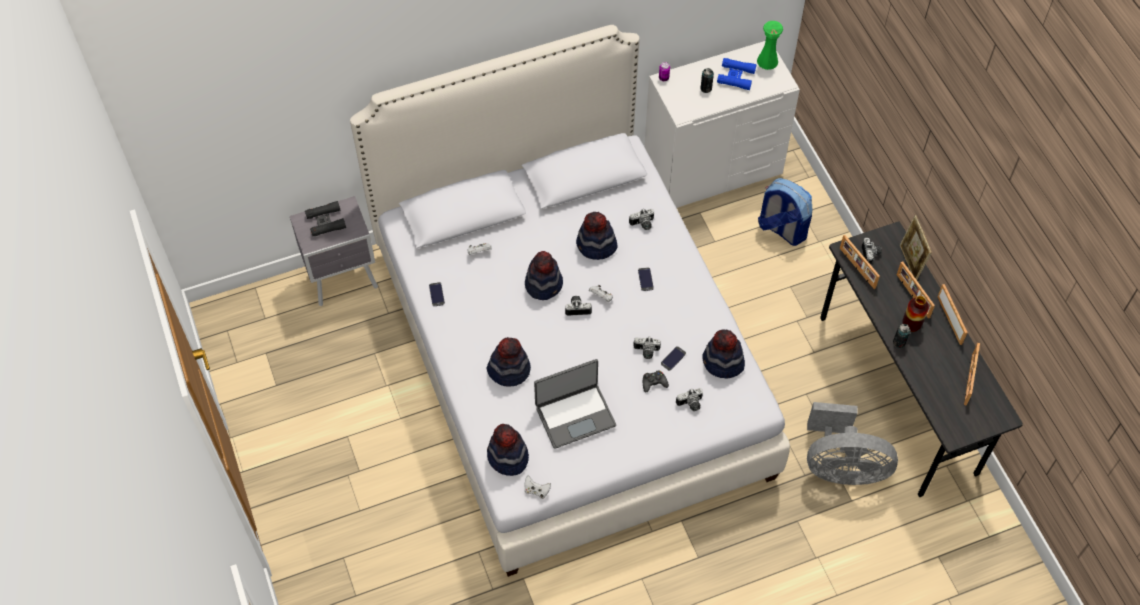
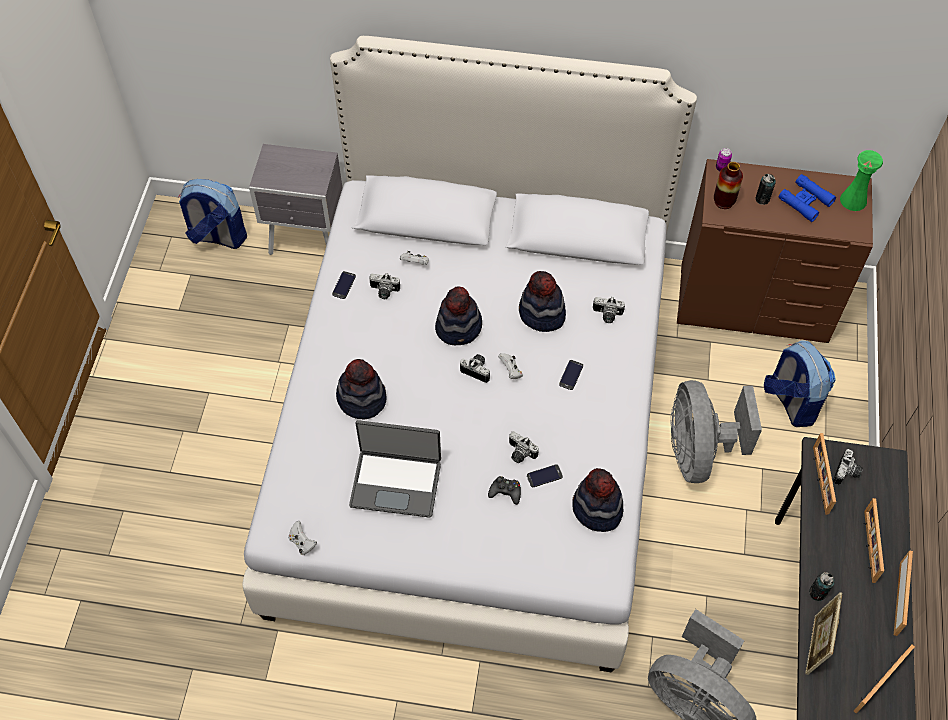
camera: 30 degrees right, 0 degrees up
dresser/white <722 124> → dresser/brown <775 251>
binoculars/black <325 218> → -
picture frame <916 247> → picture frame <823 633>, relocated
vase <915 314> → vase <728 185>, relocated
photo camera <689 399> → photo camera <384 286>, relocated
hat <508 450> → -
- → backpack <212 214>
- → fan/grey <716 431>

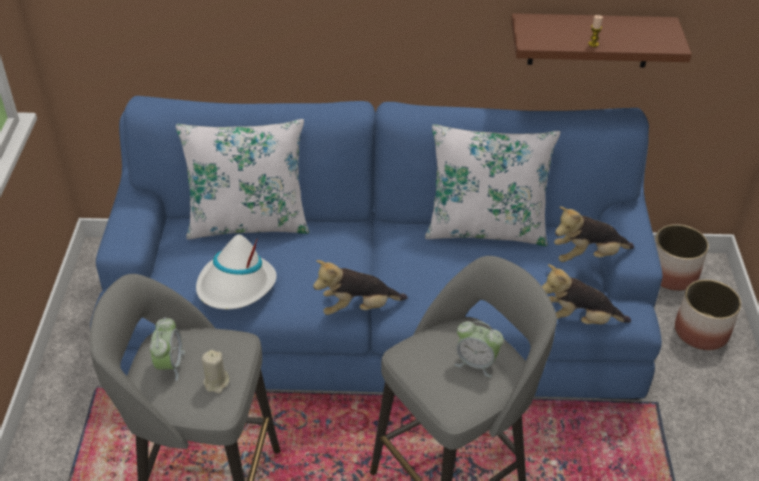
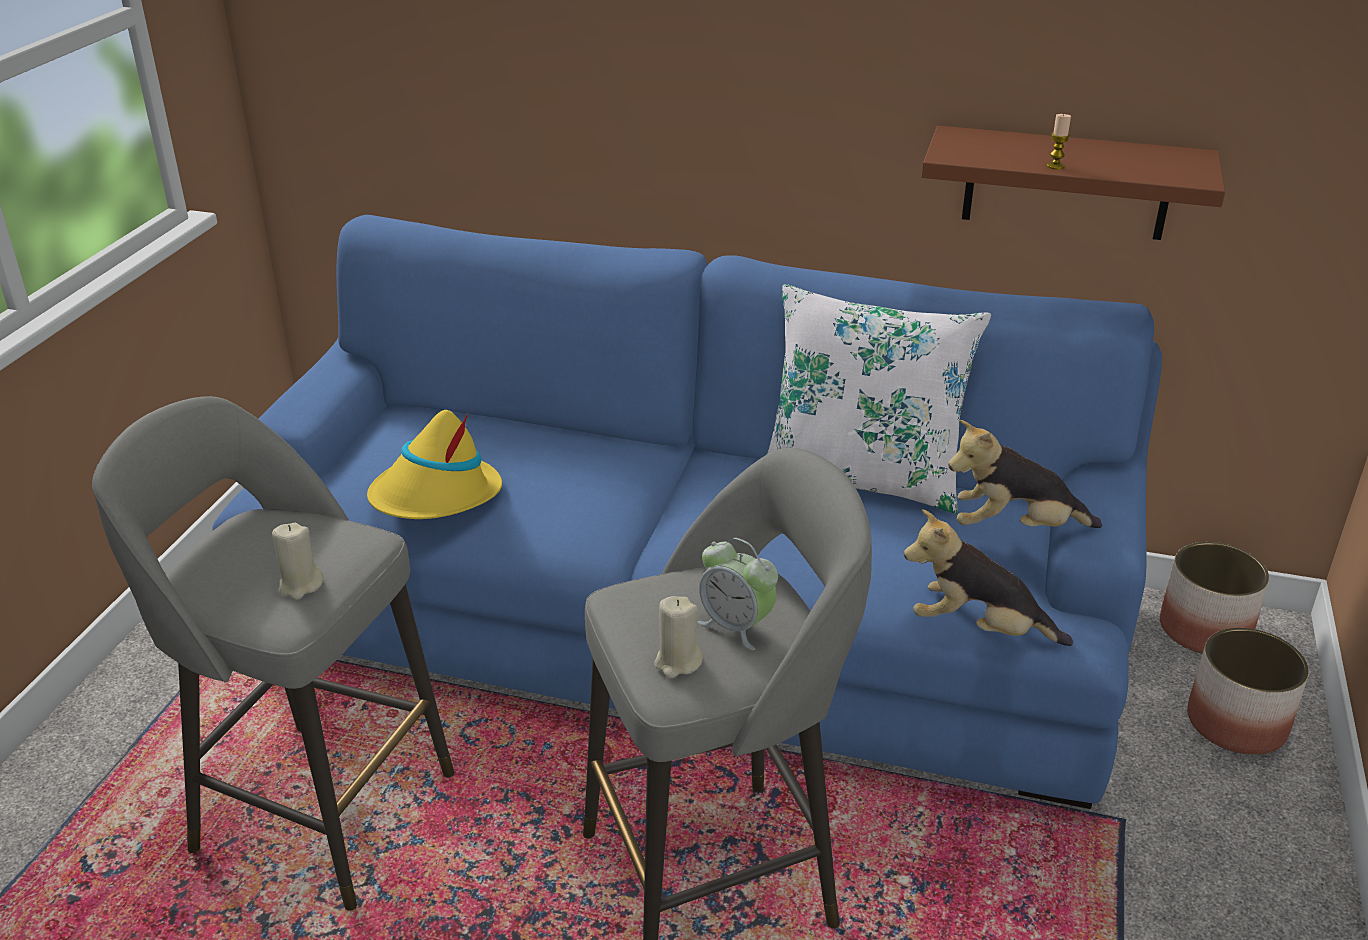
camera: 15 degrees right, 10 degrees down
pillow/white <242 179> → -
hat/white <236 272> → hat/yellow <434 464>
plush toy <360 287> → -
alarm clock <167 349> → -
- → candle/beige <678 637>

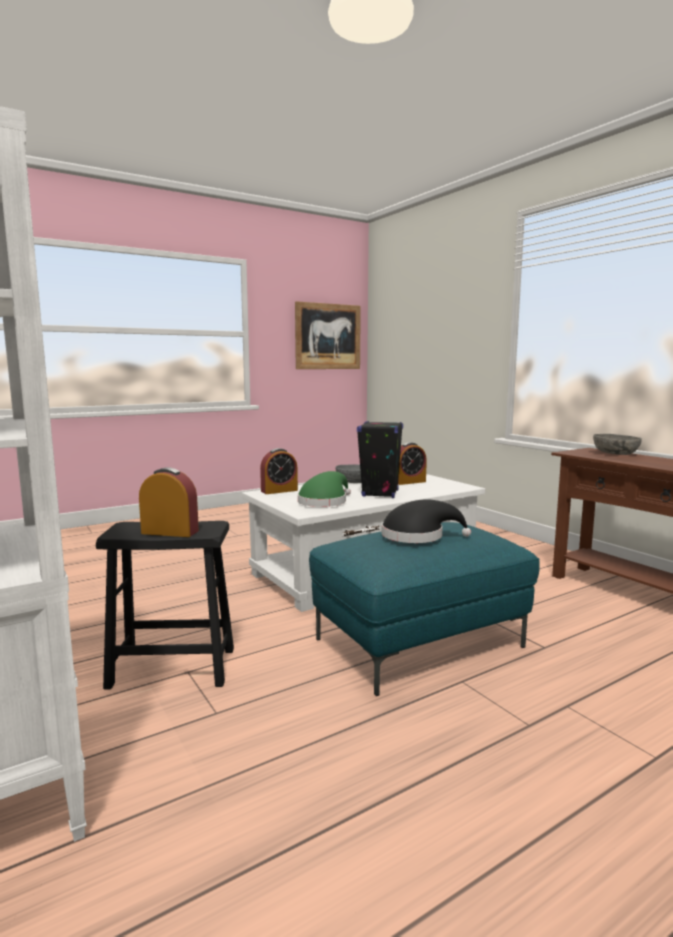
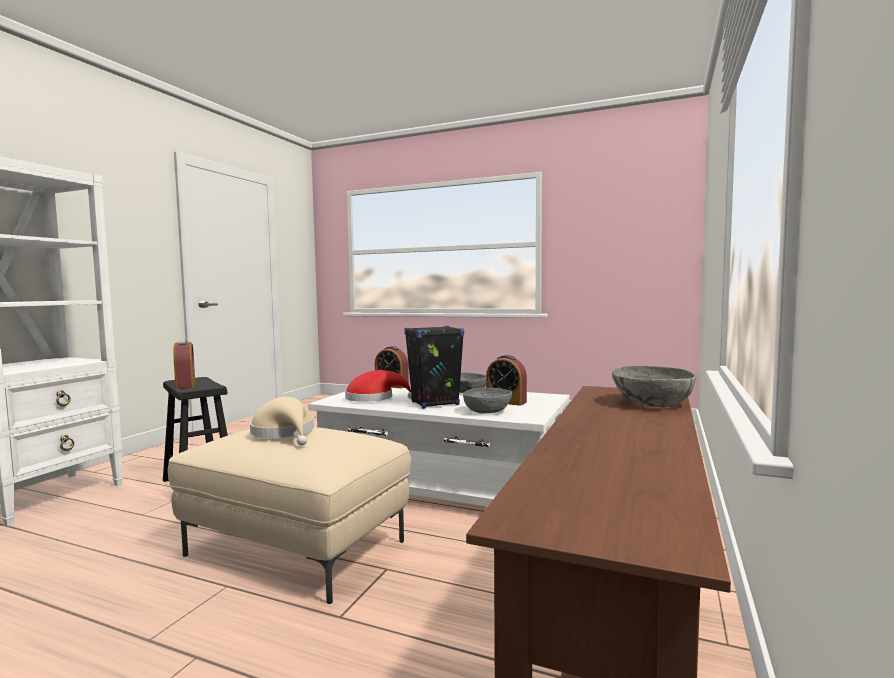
camera: 55 degrees right, 5 degrees down
picture <328 335> → -
hat/green <324 489> → hat/red <378 386>
hat/black <426 521> → hat/beige <282 421>
ottoman/turquoise <424 609> → ottoman/beige <289 515>
- → bowl/grey <487 400>

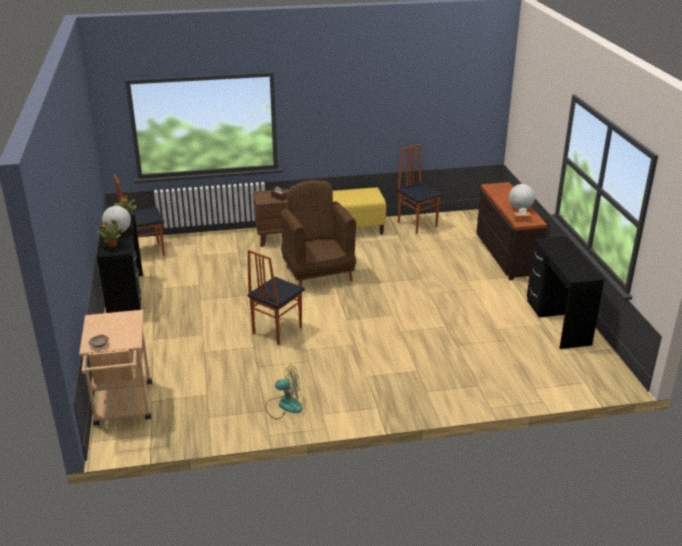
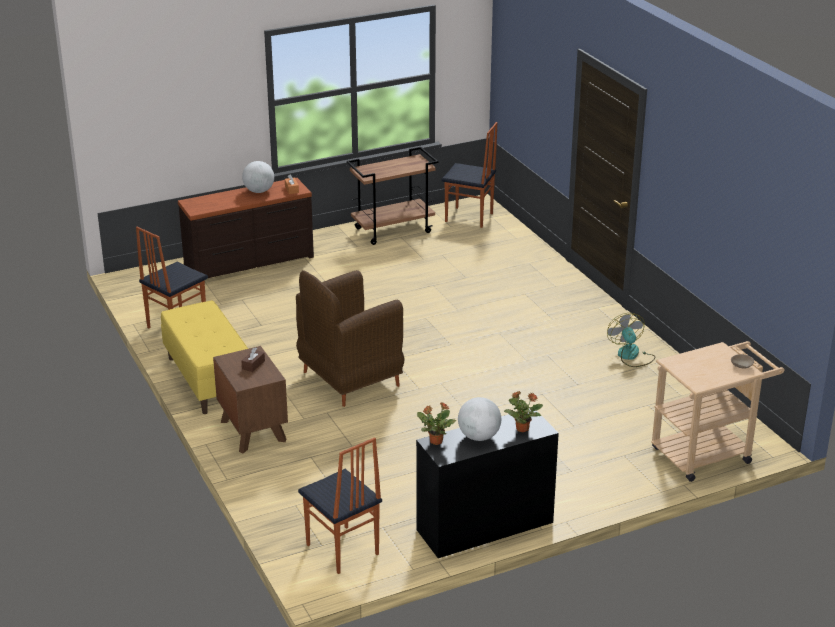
camera: 105 degrees left, 0 degrees up
desk/black <565 292> → cart/brown <392 196>
chair <276 297> → chair <469 175>, relocated

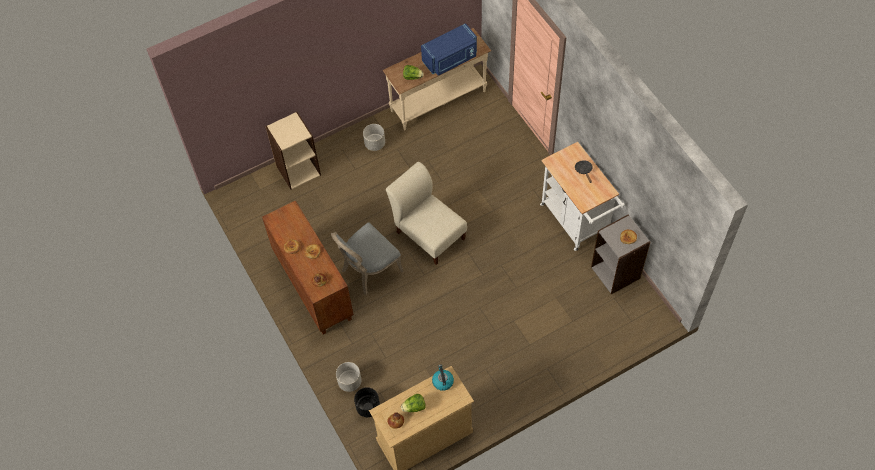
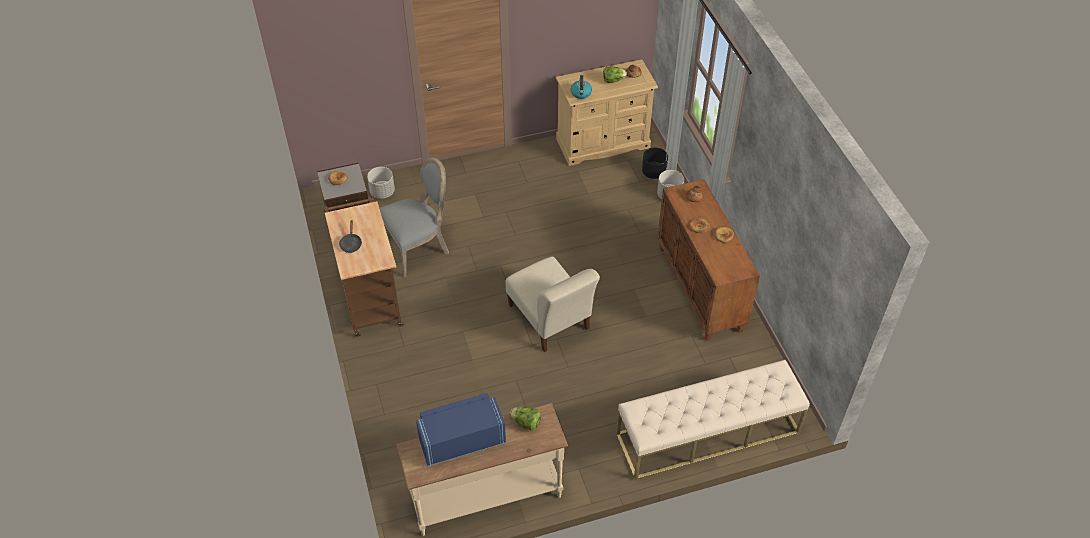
camera: 170 degrees left, 10 degrees down
bookcase/beige <293 151> → bench/beige <713 420>
planter/grey <374 137> → planter/grey <381 183>, relocated
cart/white <582 196> → cart/brown <363 266>
chair/grey <367 258> → chair/grey <414 217>, relocated

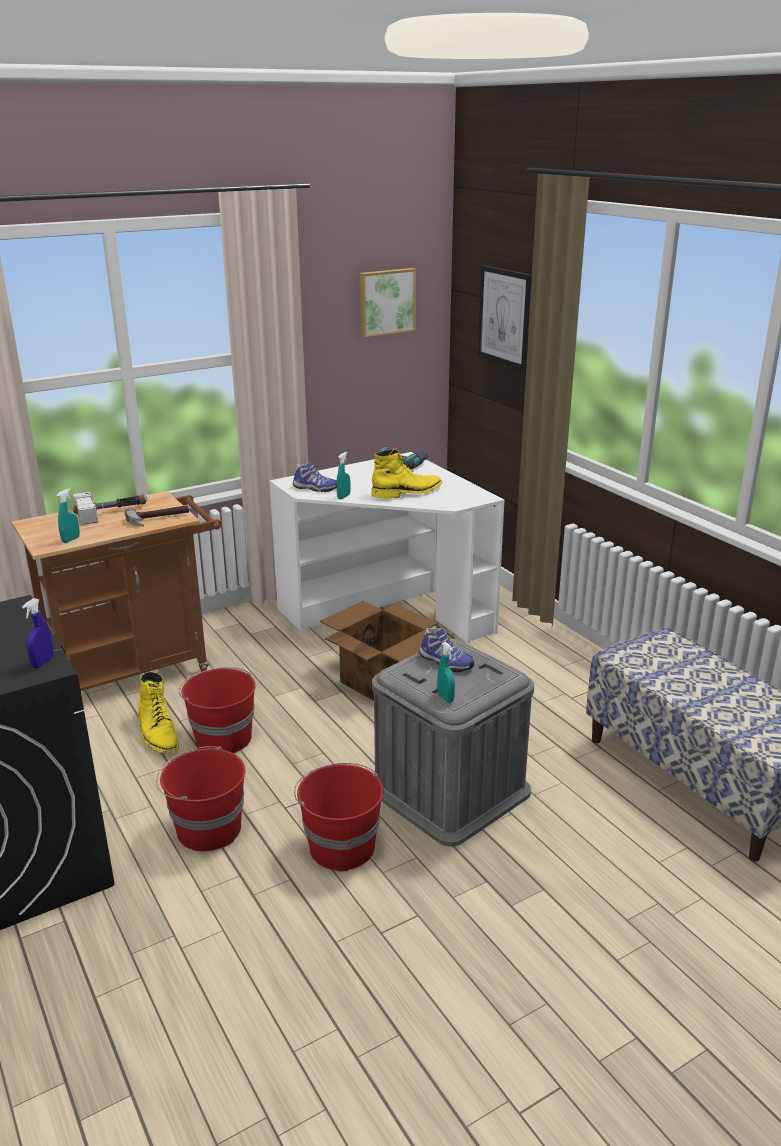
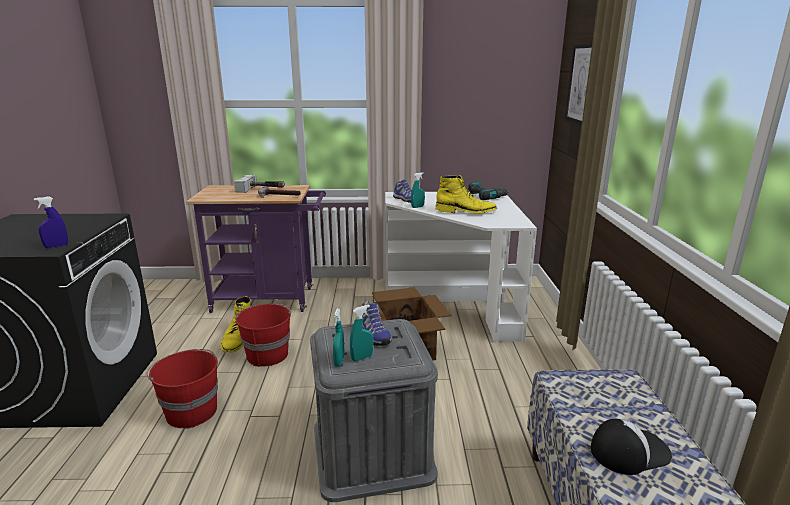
camera: 30 degrees right, 5 degrees down
picture <388 302> → -
spray bottle/turquoise <68 515> → spray bottle/turquoise <361 333>, relocated
cart/brown <116 591> → cart/purple <256 249>
bucket/red <338 817> → -
- → cap <631 447>

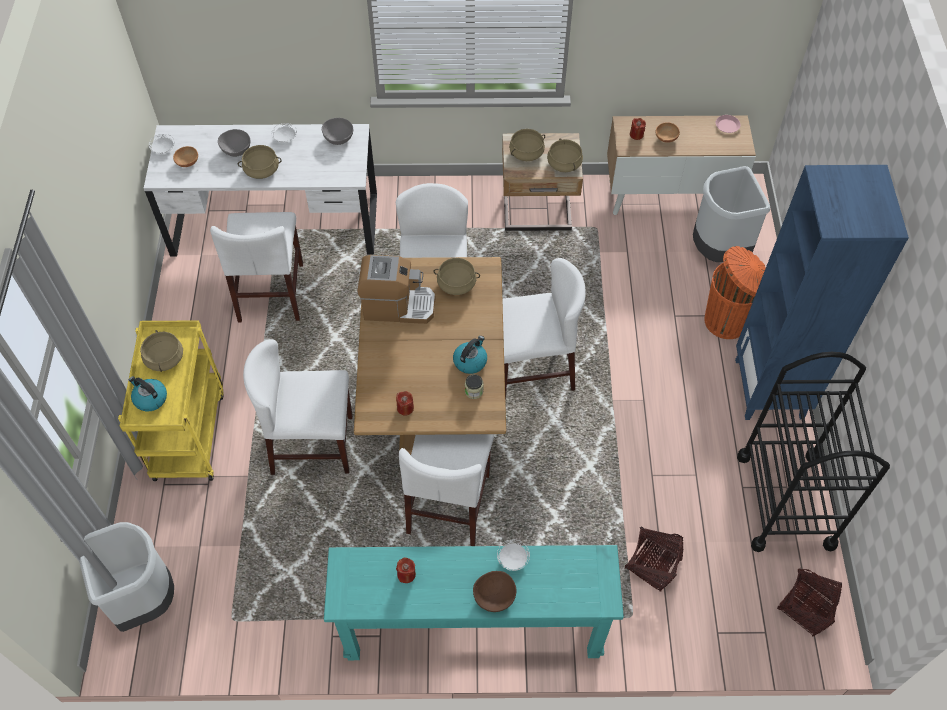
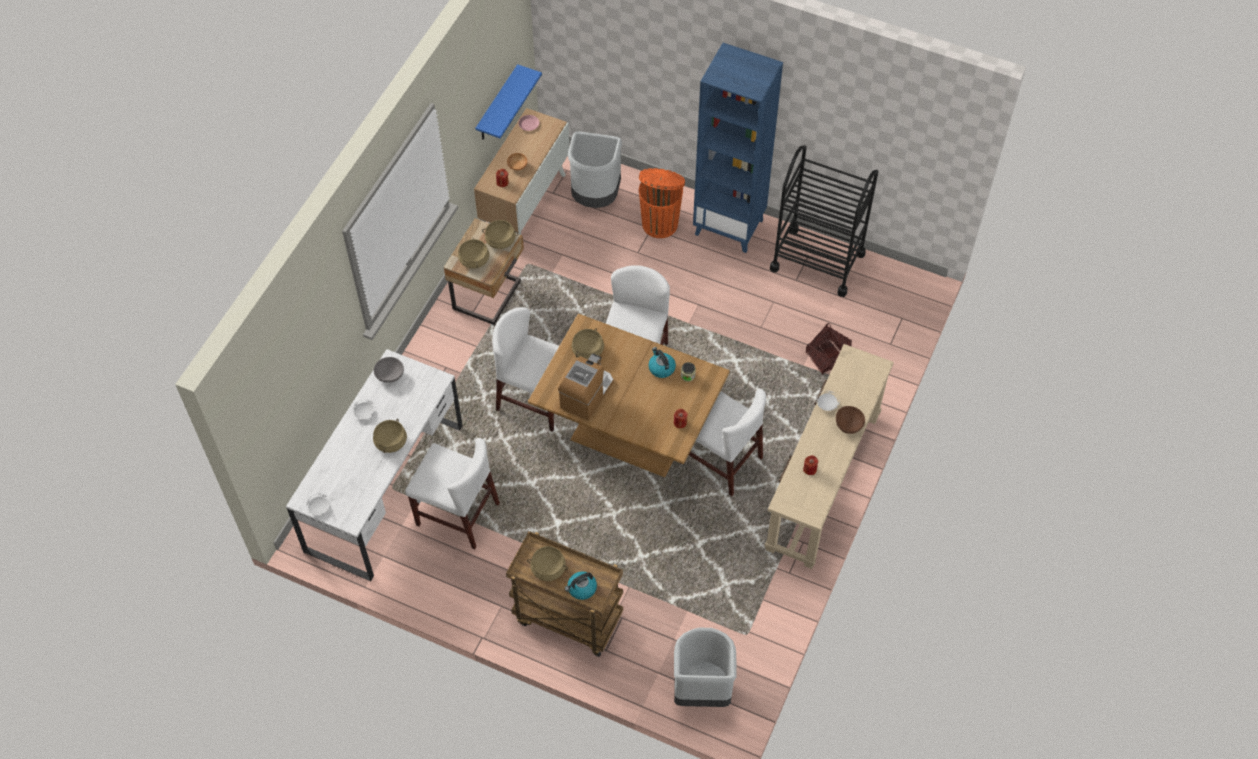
camera: 65 degrees left, 0 degrees up
bowl/grey <234 143> → -
bowl/brown <185 156> → -
cart/yellow <170 400> → cart/brown <564 594>
chair/white <298 407> → -
console table/turquoise <474 602> → console table/beige <829 456>
basket <809 602> → -
- → shelf/blue <508 102>

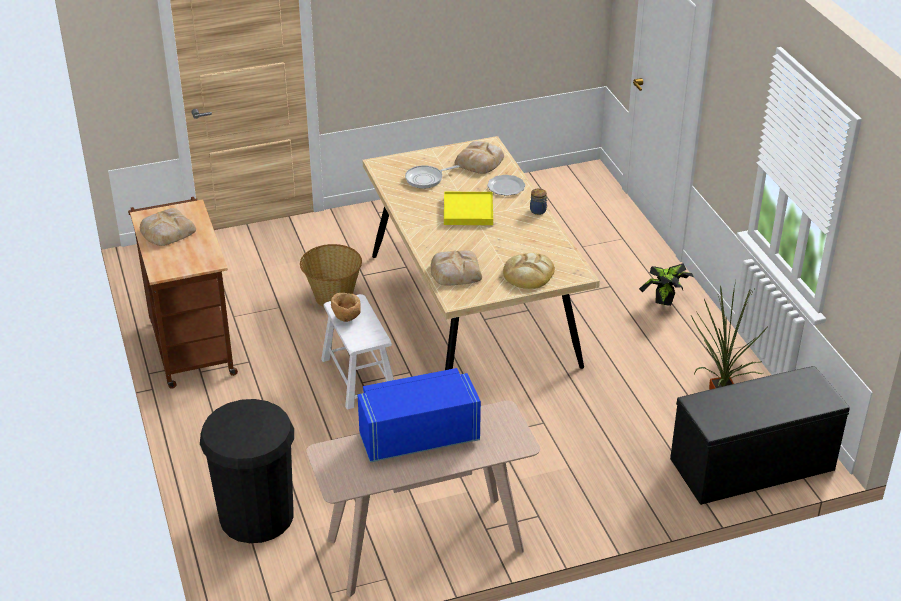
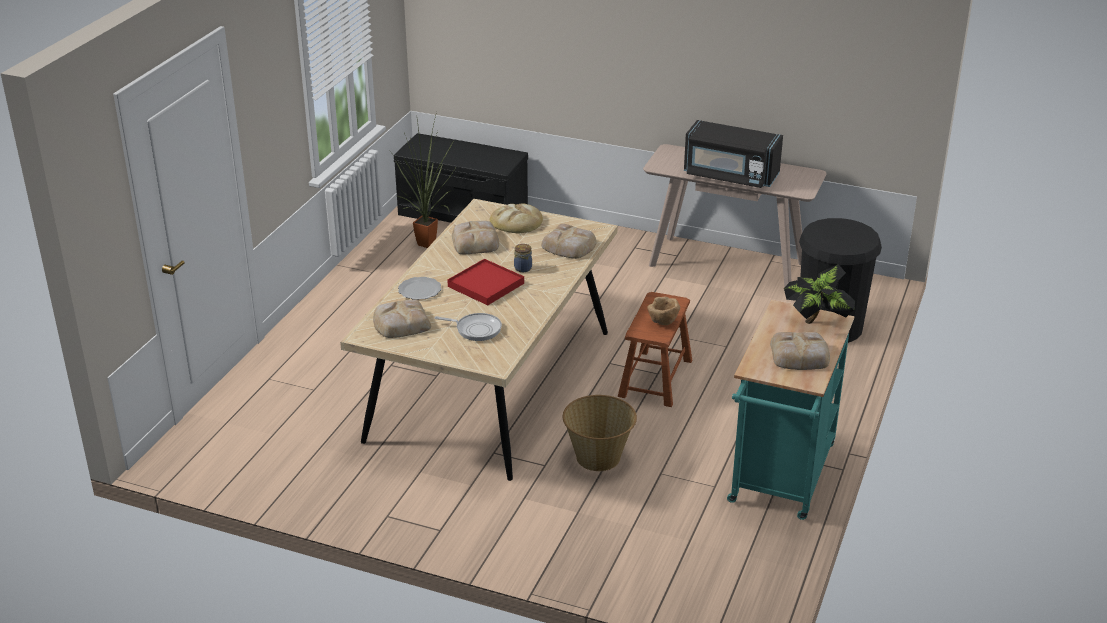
camera: 140 degrees left, 5 degrees down
jar <538 201> → jar <523 258>, relocated
tray/yellow <468 208> → tray/red <485 282>
cart/brown <183 293> → cart/turquoise <790 410>
potted plant <666 285> → potted plant <819 294>, relocated
stool/white <357 351> → stool/brown <655 349>
microwave/blue <419 415> → microwave/black <733 154>
- → bread <475 237>

